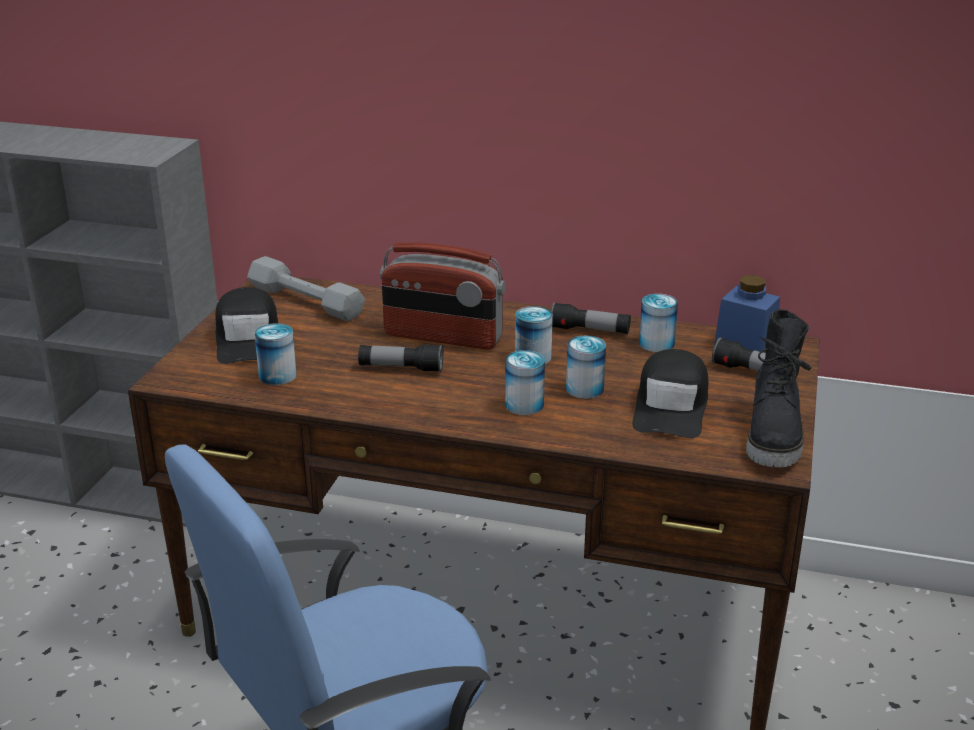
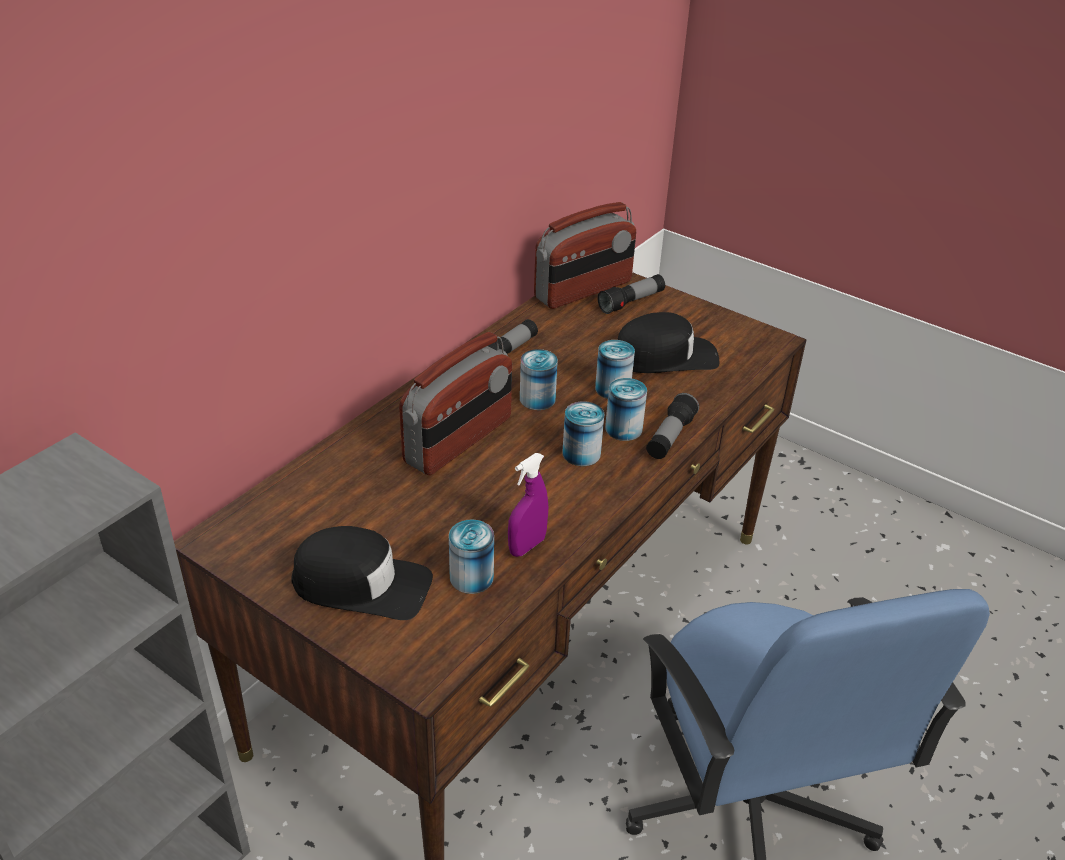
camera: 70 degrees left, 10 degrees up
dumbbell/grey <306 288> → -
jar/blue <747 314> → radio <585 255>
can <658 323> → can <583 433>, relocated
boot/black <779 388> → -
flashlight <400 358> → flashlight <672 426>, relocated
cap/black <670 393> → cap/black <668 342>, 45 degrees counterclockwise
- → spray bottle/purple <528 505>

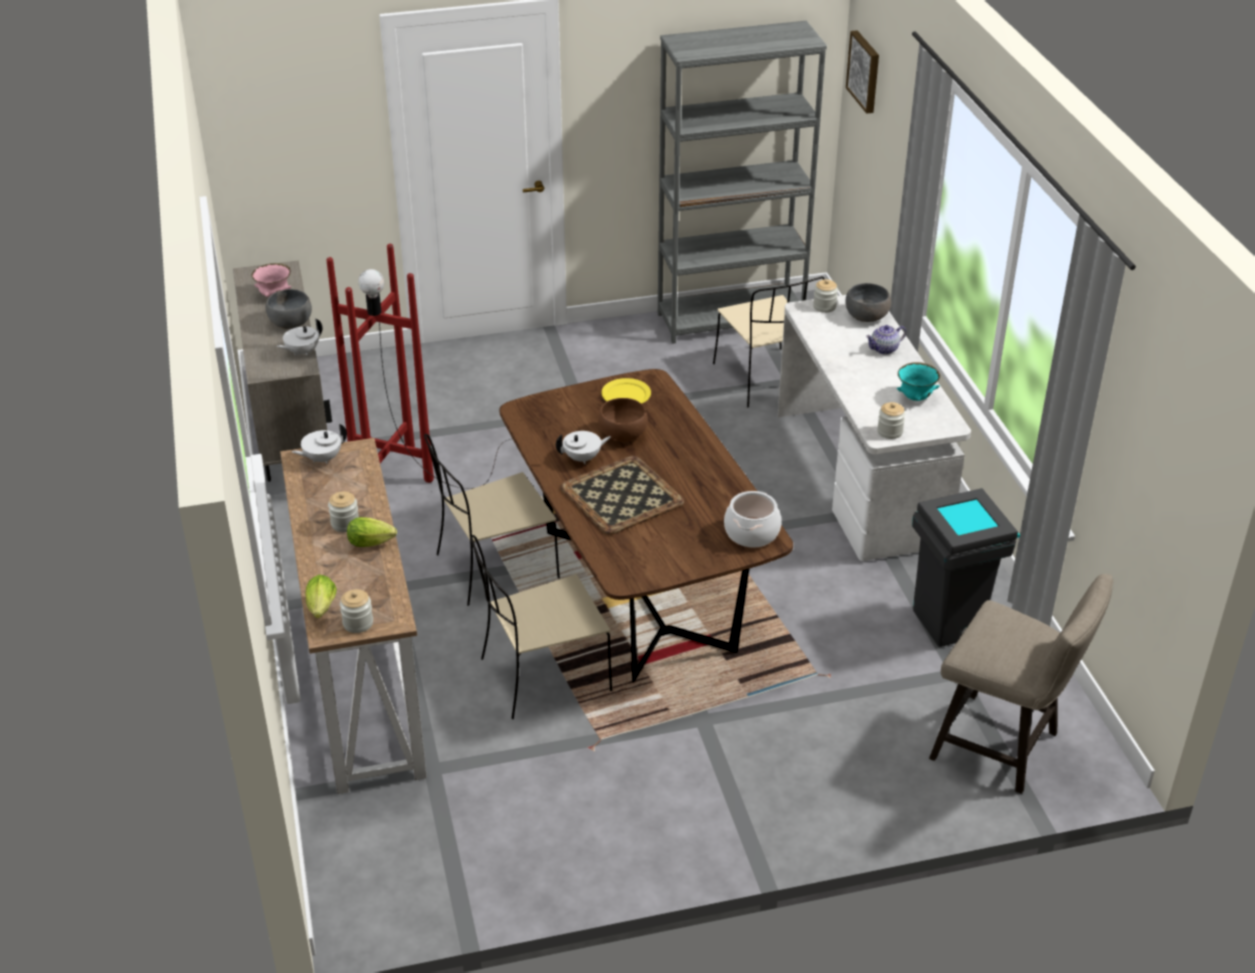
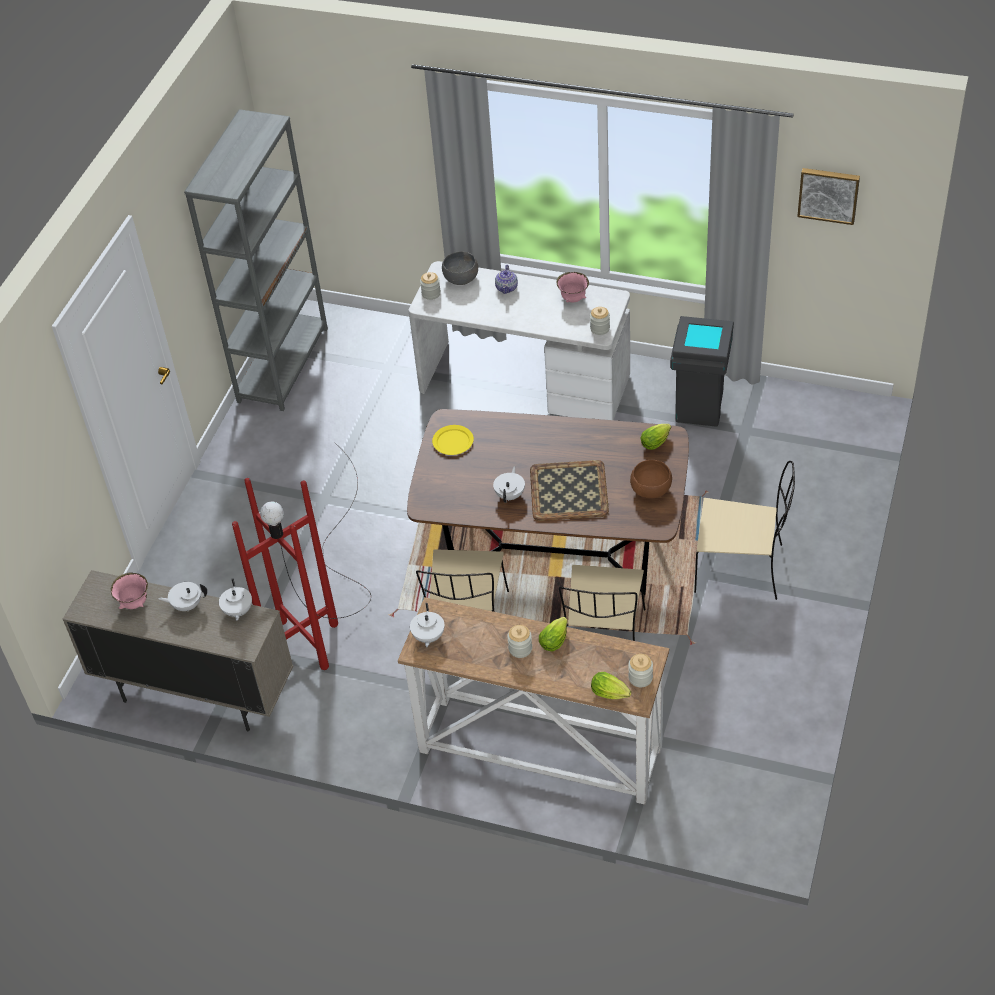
camera: 55 degrees left, 10 degrees up
picture <862 72> → picture <828 196>, relocated
chair/beige <769 342> → chair/beige <744 530>, relocated
bowl/grey <289 309> → teapot/white <182 596>
bowl/turquoise <918 381> → bowl/pink <572 287>
bowl/brown <623 420> → bowl/brown <651 479>, relocated
cooking pot <752 519> → lettuce <655 437>
stool/beige <1021 684> → -

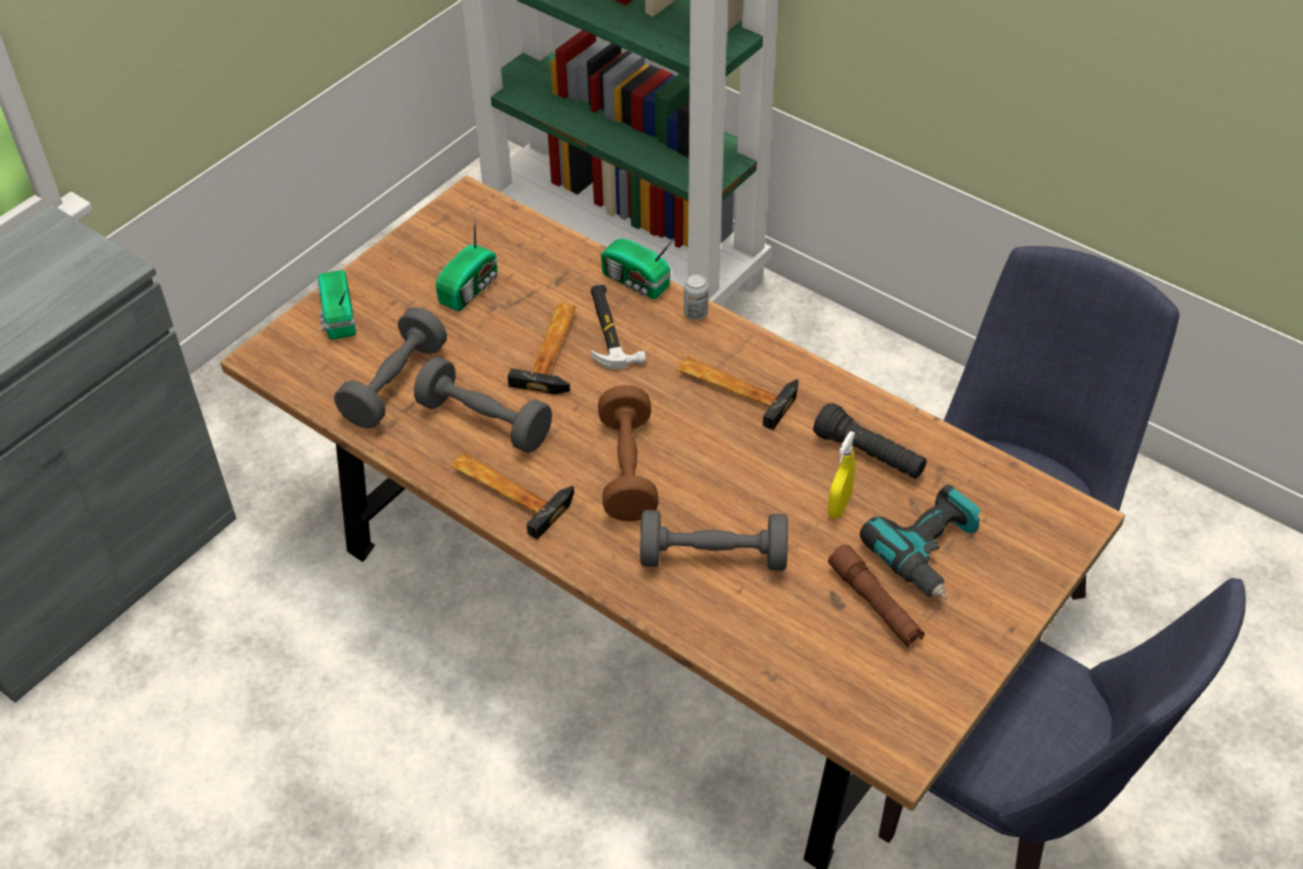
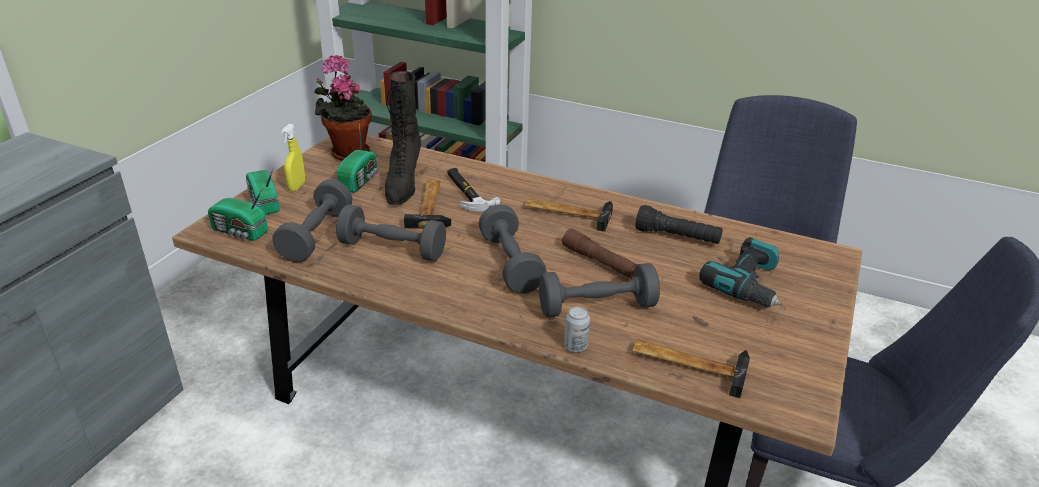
camera: 15 degrees left, 15 degrees down
radio <638 268> → radio <238 213>, relocated
can <696 297> → can <577 329>, relocated
dumbbell/brown <628 453> → dumbbell/grey <513 248>
spray bottle/yellow <841 475> → spray bottle/yellow <293 157>, relocated
hammer <512 496> → hammer <691 368>, relocated
flashlight/brown <876 595> → flashlight/brown <599 254>, relocated
- → potted plant <343 108>
- → boot/black <403 138>

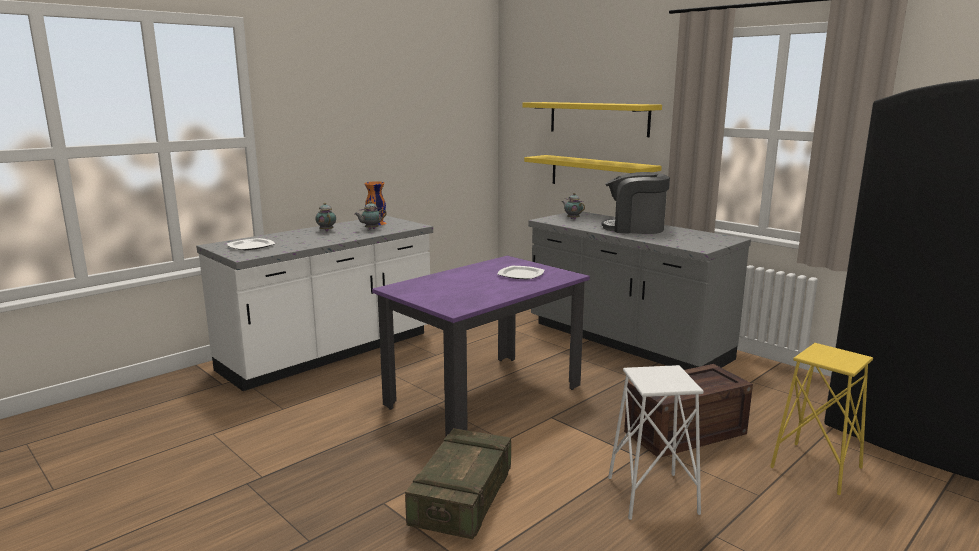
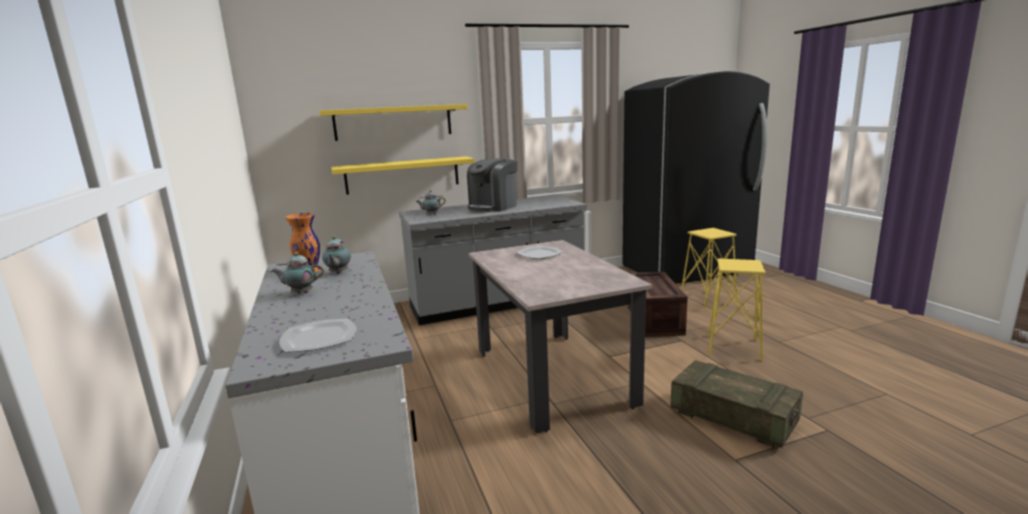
camera: 65 degrees left, 0 degrees up
dining table/purple <481 346> → dining table/beige <560 336>
stool/white <656 442> → stool/yellow <737 309>

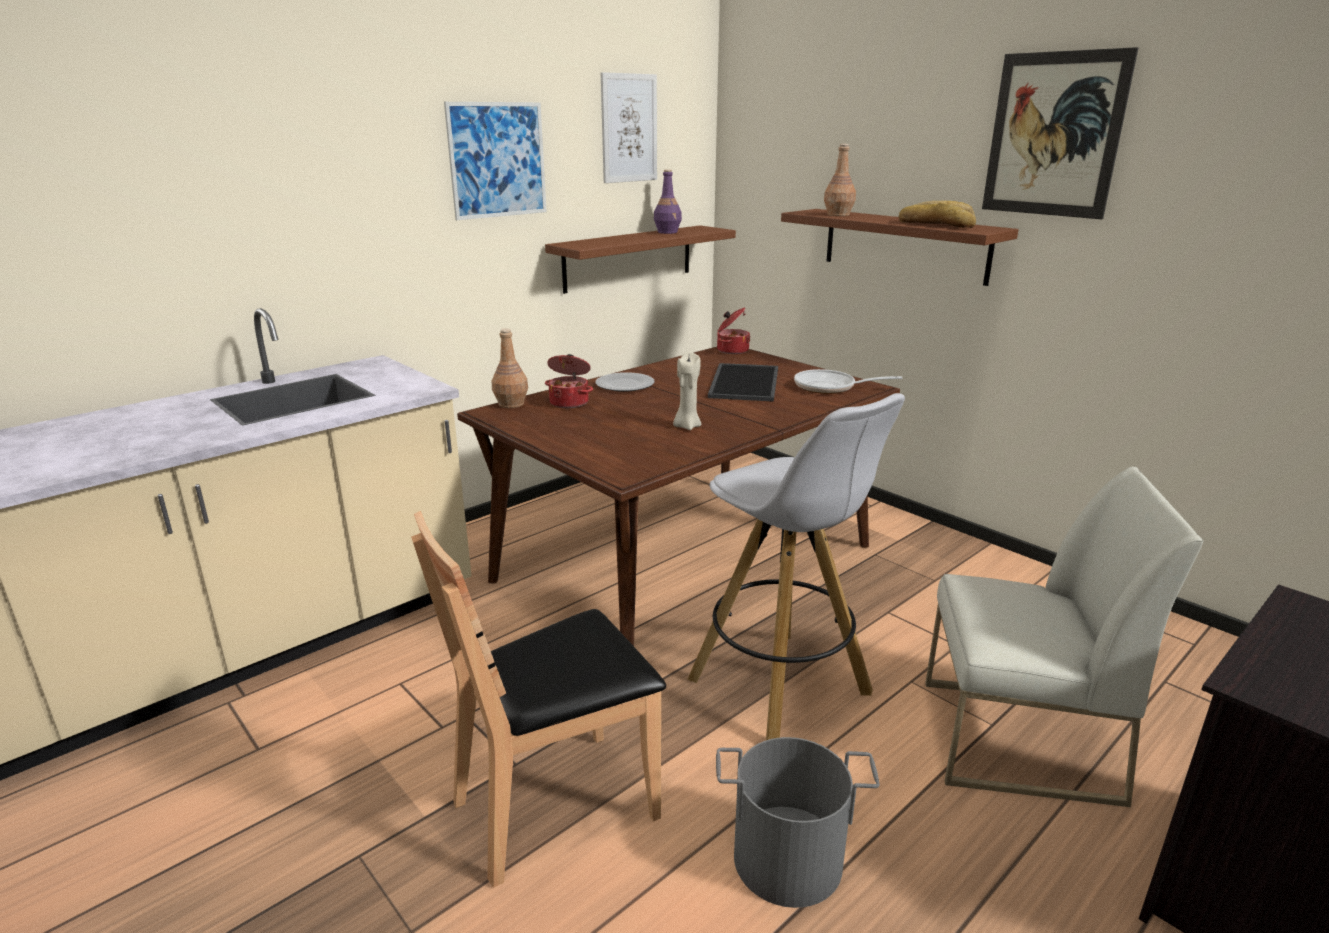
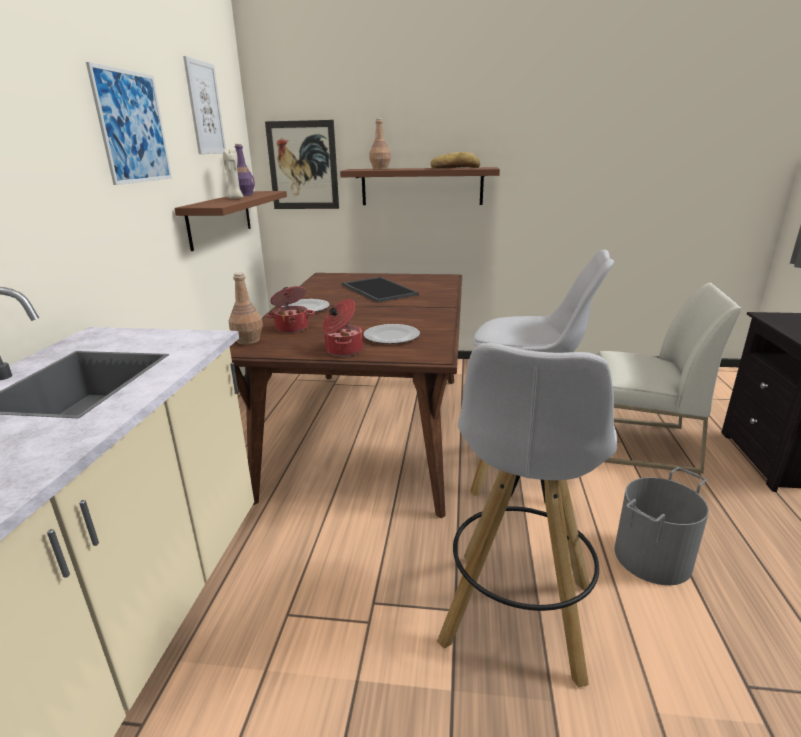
camera: 40 degrees left, 0 degrees up
picture <1060 133> → picture <302 164>, relocated
cooking pot <733 330> → cooking pot <343 327>, relocated
candle/beige <687 391> → candle/beige <233 174>, relocated
frying pan <848 381> → -
chair/white <1064 637> → chair/white <669 378>, 45 degrees clockwise
chair/brown <538 699> → stool/white <527 515>
- → plate <391 334>

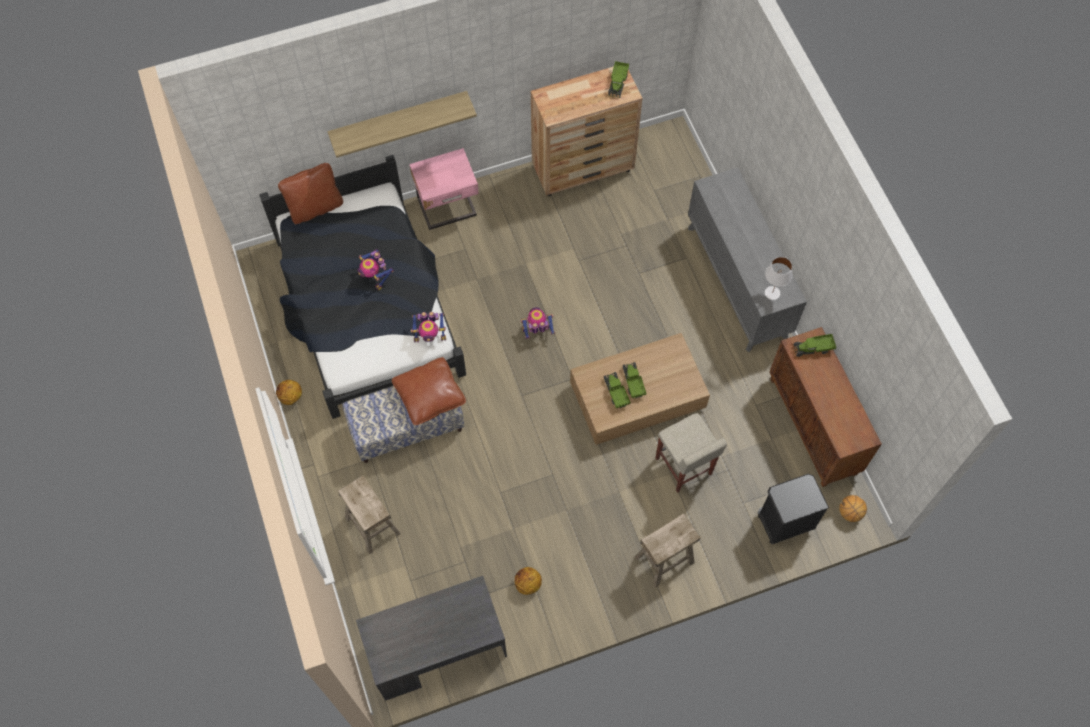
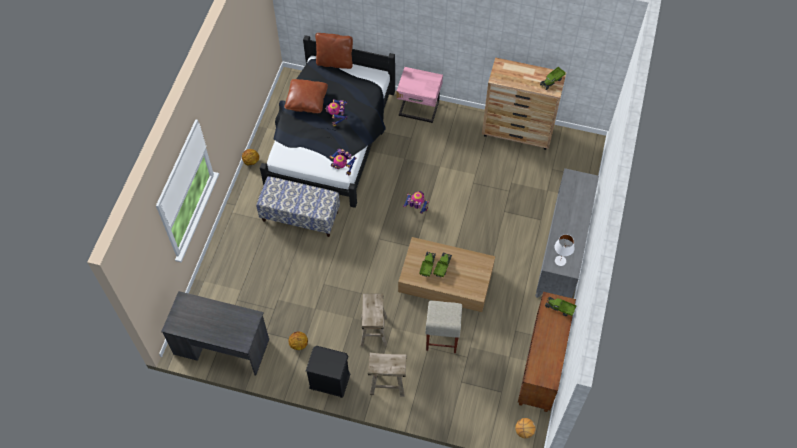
camera: 35 degrees right, 5 degrees down
shelf <402 124> → -
pillow/brown <429 391> → pillow/brown <306 96>, relocated
nightstand/black <793 509> → nightstand/black <328 372>, relocated
stool/beige <369 514> → stool/beige <374 320>, relocated

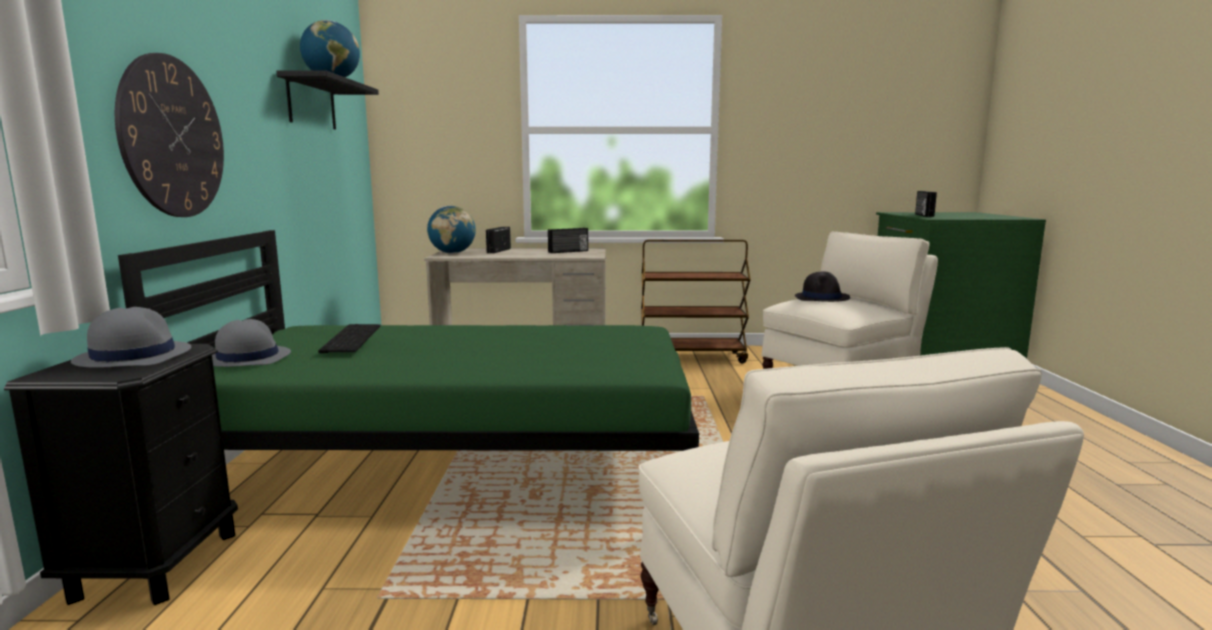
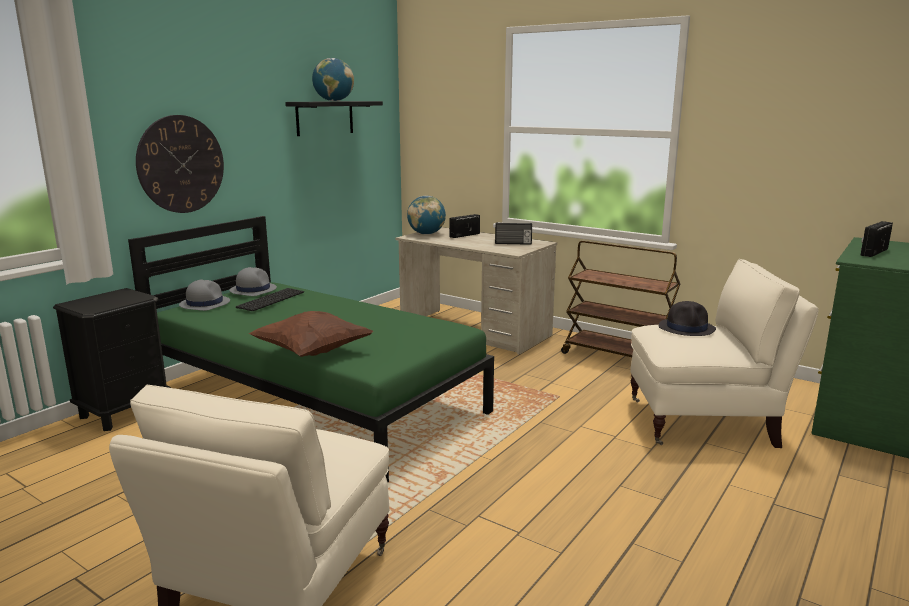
camera: 35 degrees right, 5 degrees up
hat/grey <131 337> → hat/grey <253 281>, relocated
- → pillow/brown <311 334>

